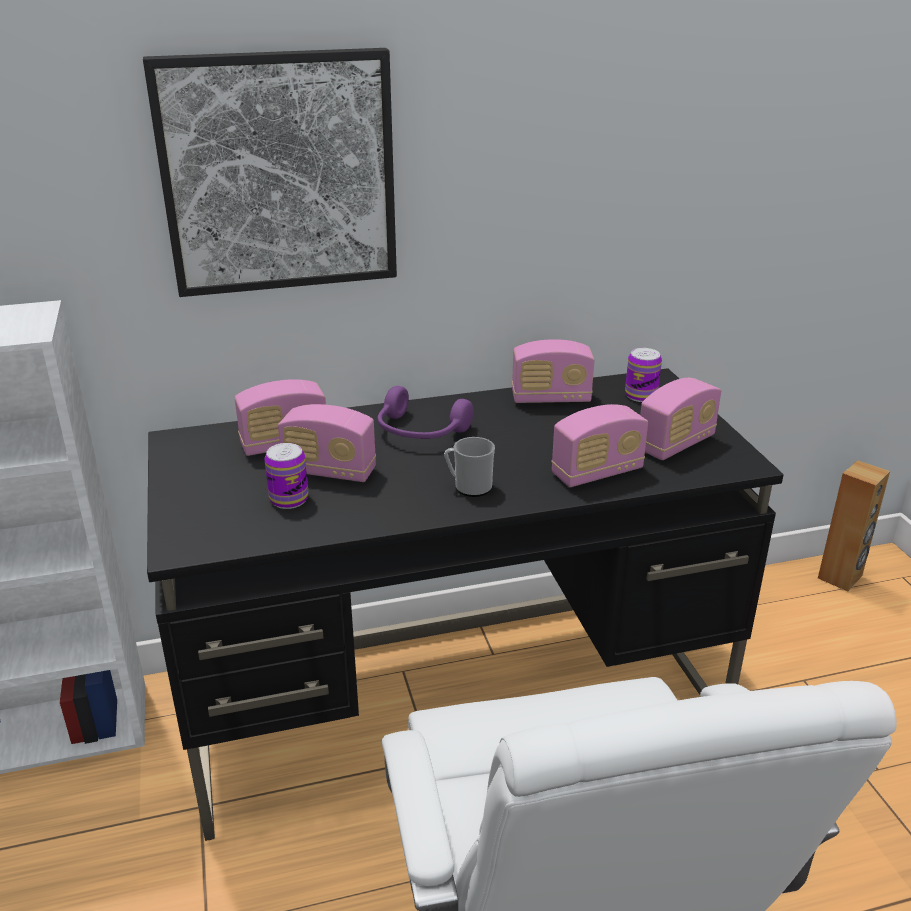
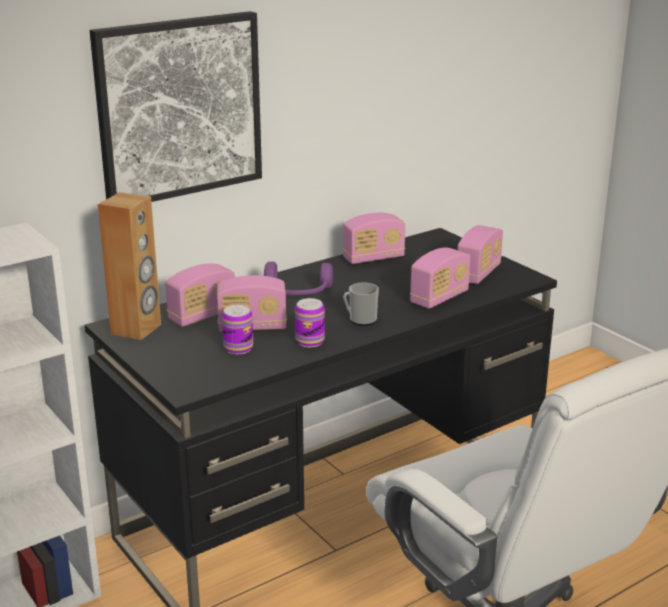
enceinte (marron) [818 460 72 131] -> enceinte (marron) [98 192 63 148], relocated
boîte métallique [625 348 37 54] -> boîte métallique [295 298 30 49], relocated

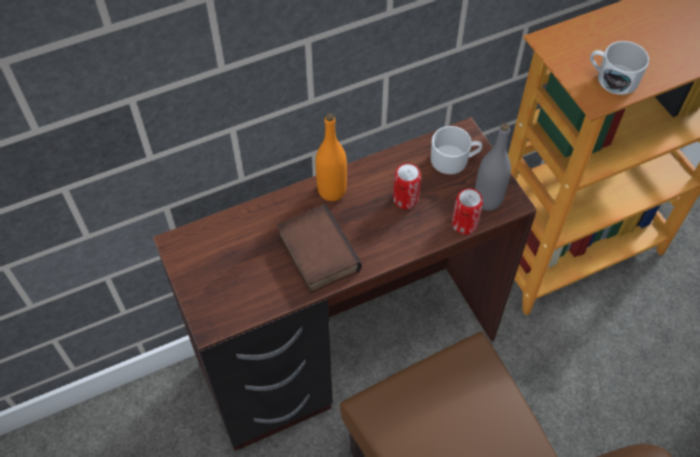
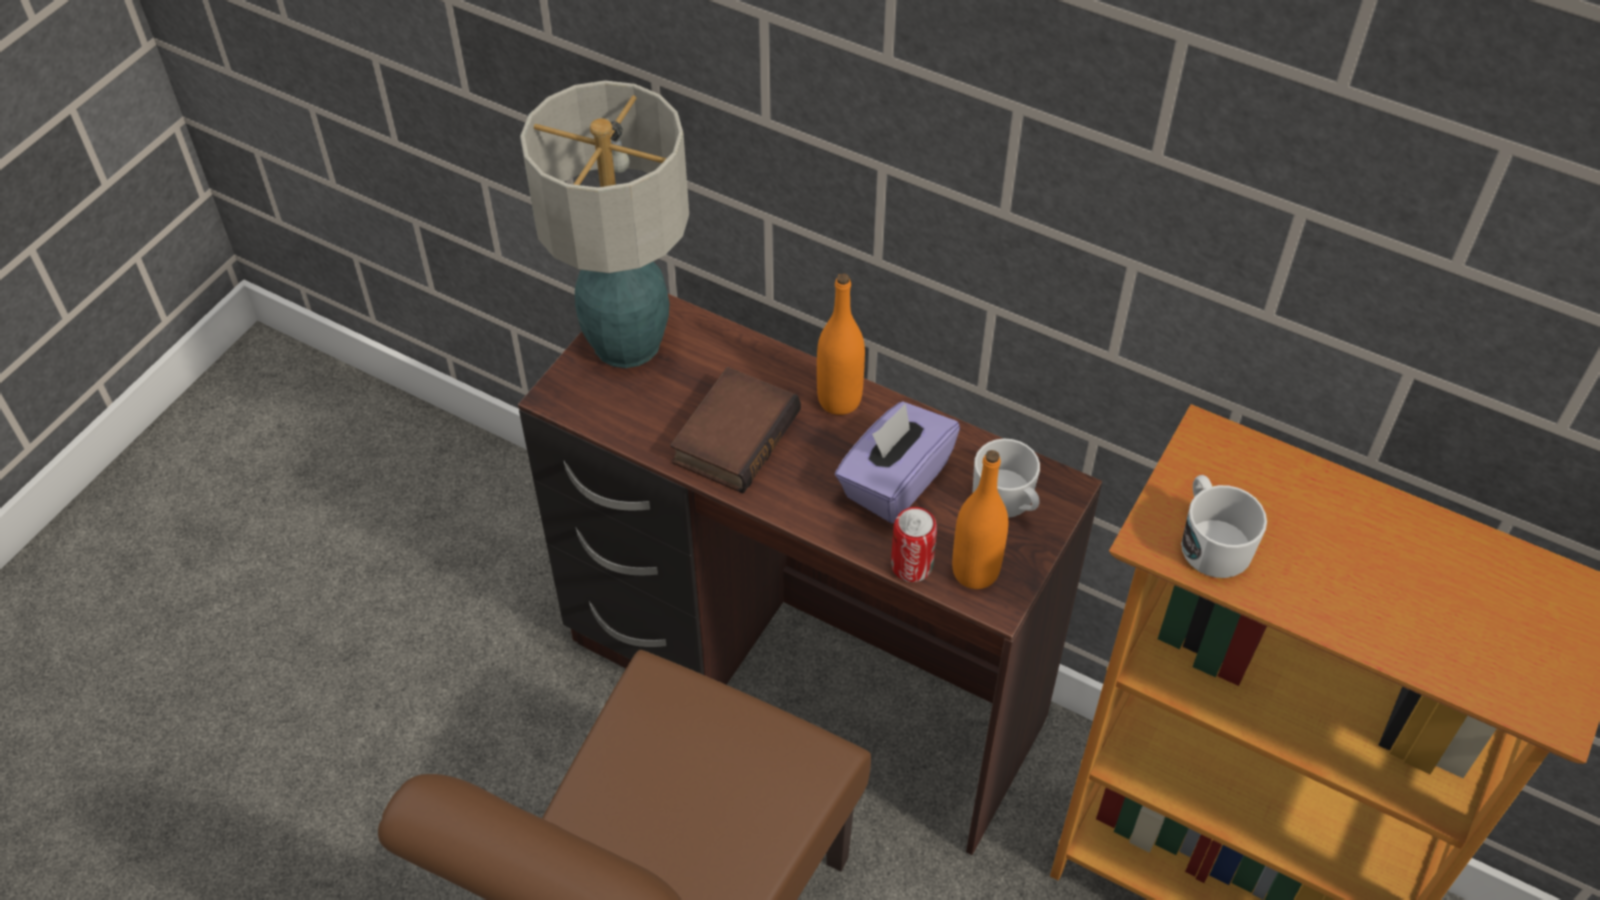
none -> lampe de table [520 80 169 288]
boîte métallique [393 163 28 46] -> boîte à mouchoirs (violet) [835 402 125 121]
bouteille (gris) [475 123 36 88] -> bouteille (orange) [952 450 56 139]

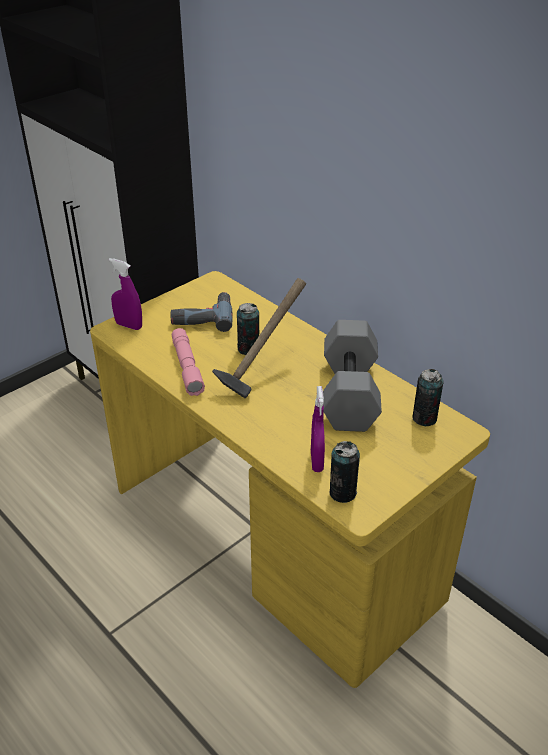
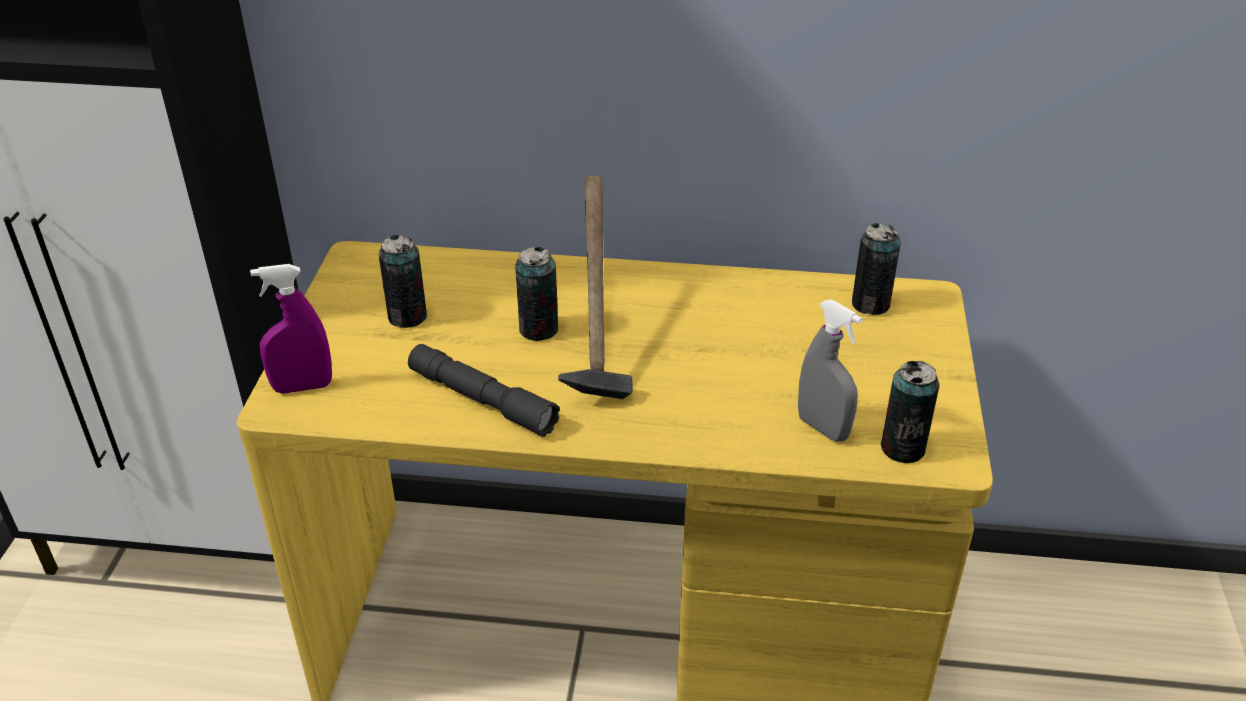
perceuse [171 292 61 40] -> boîte métallique [379 235 48 93]
lampe de poche (rose) [172 328 33 68] -> lampe de poche (gris) [408 344 152 93]
vaporisateur (violet) [311 386 14 86] -> vaporisateur (gris) [798 300 65 142]
haltère (gris) [323 320 59 112] -> none

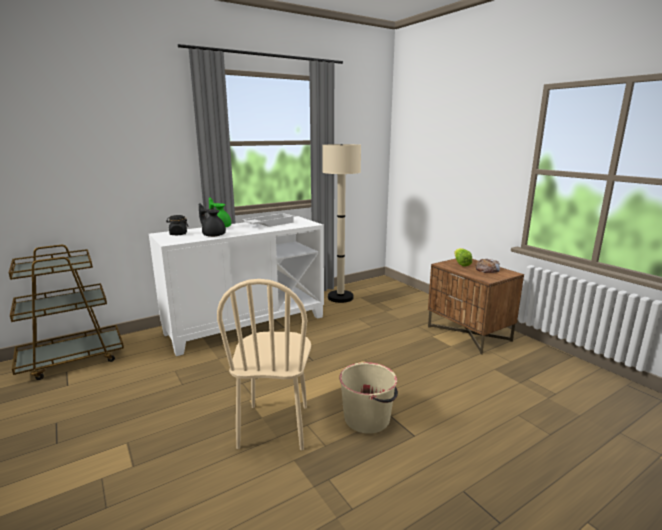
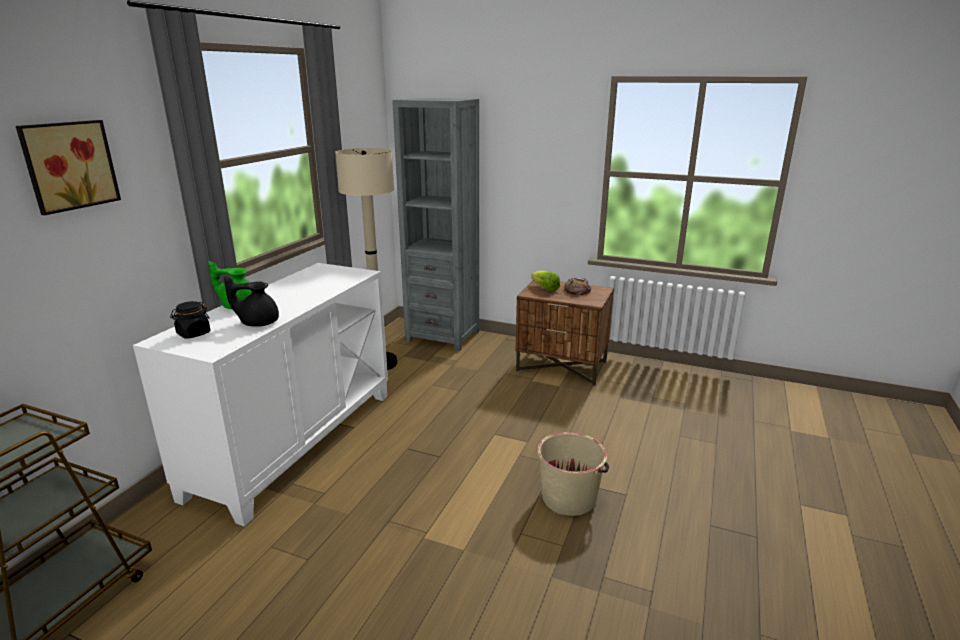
none -> tableau [16 120 105 95]
none -> bibliothèque (gris) [392 98 87 253]
chaise (beige) [217 279 94 171] -> none
plateau (blanc) [242 213 53 14] -> none

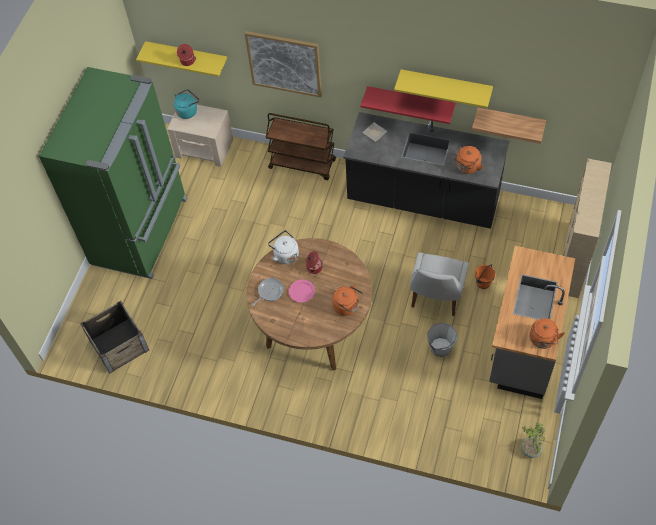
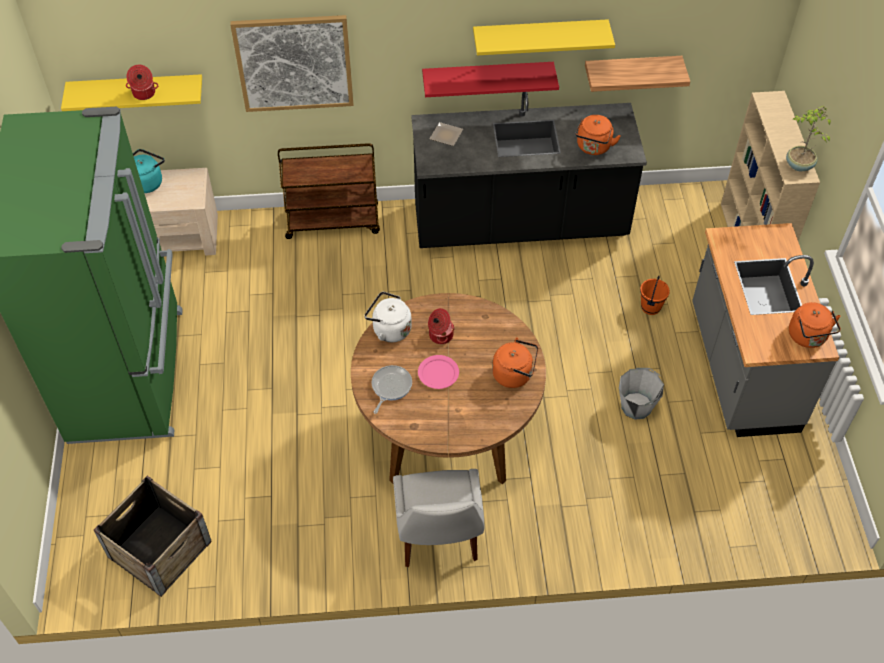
chaise (blanc) [410 252 59 64] -> chaise (blanc) [393 469 91 98], relocated
plante en pot [521 422 24 36] -> plante en pot [786 106 45 65], relocated

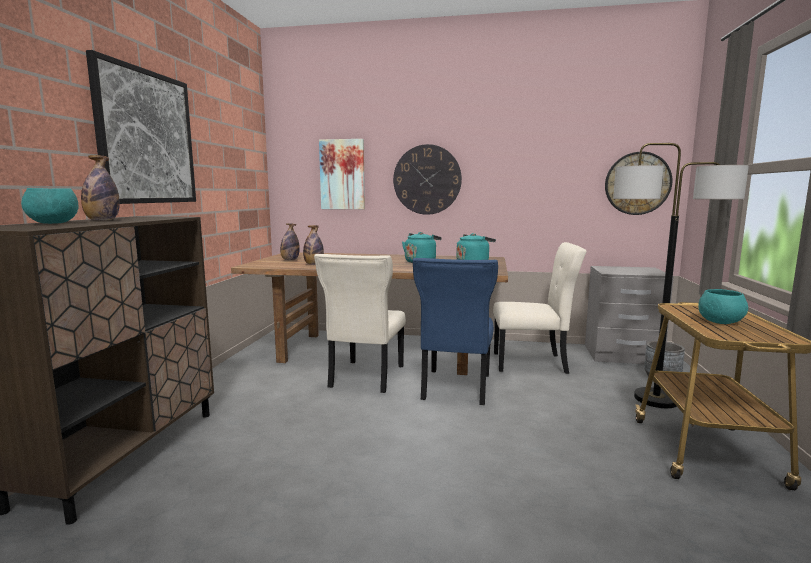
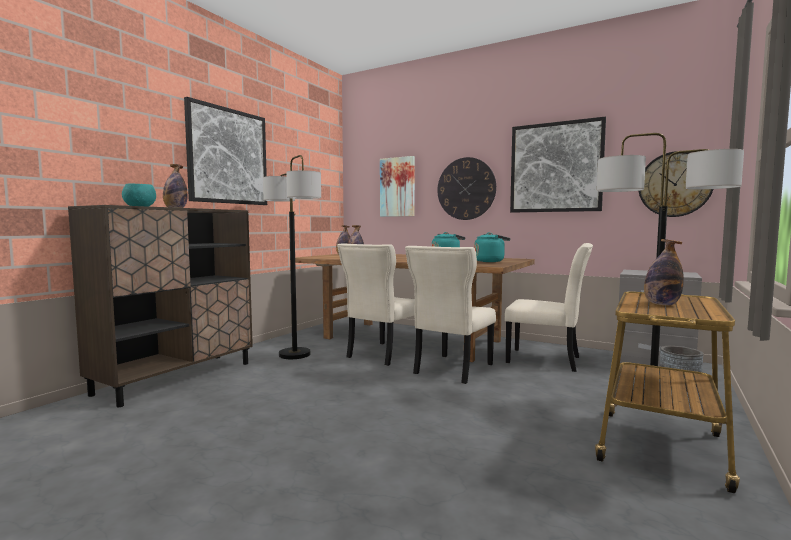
none -> lampadaire [263 155 58 204]
chaise (bleu) [413 258 85 147] -> chaise (beige) [405 246 91 138]
none -> tableau [510 117 96 96]
bol (turquoise) [698 289 50 35] -> bouteille [644 239 40 67]

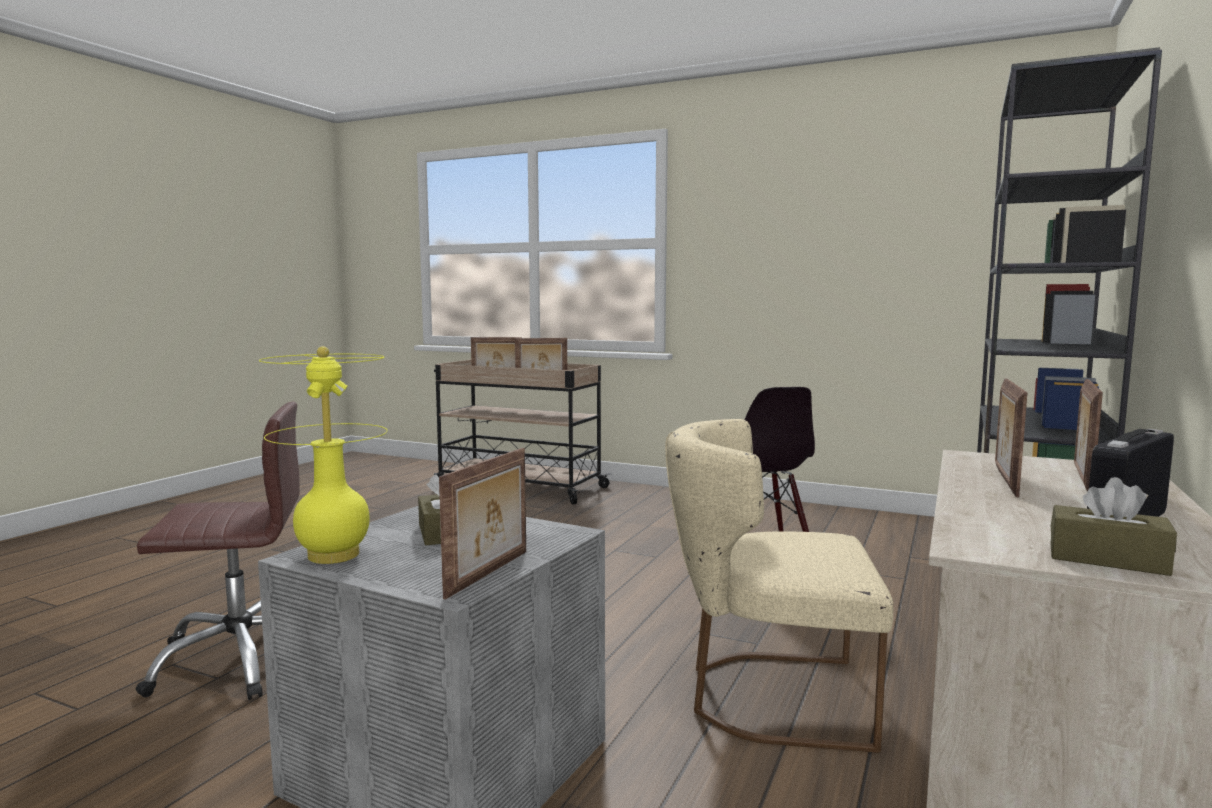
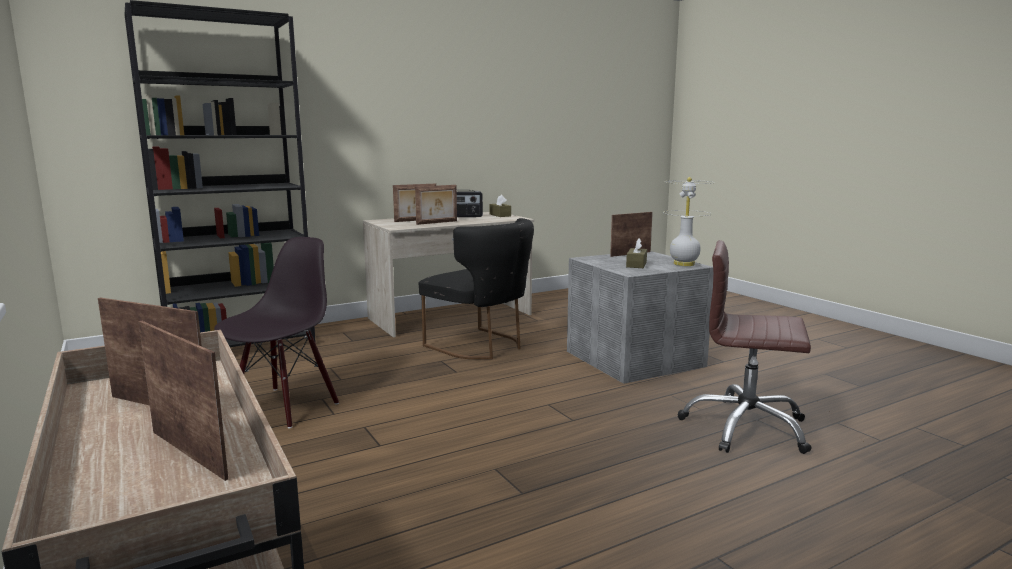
chaise (beige) [665 419 228 334] -> chaise (noir) [418 218 116 141]
lampe de table (jaune) [259 346 128 218] -> lampe de table (blanc) [664 177 48 89]

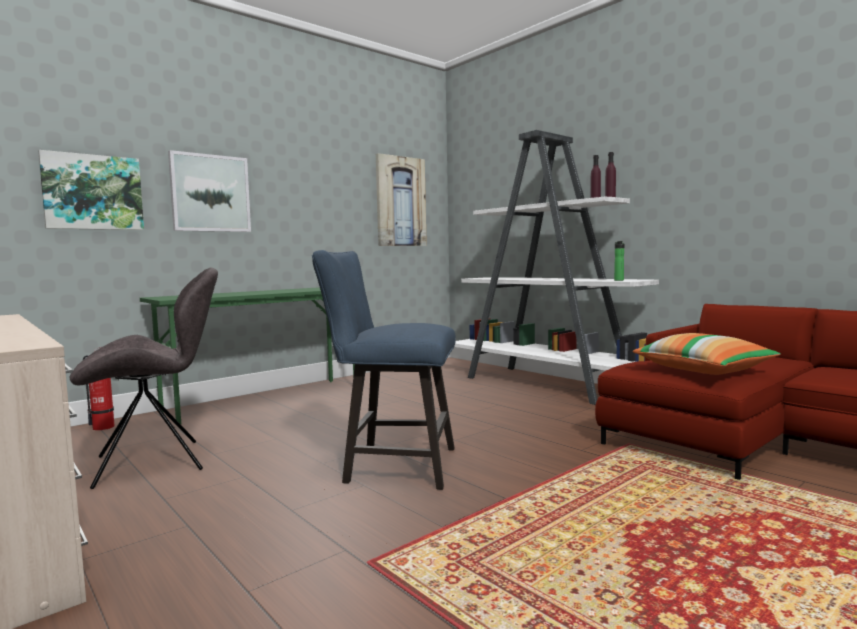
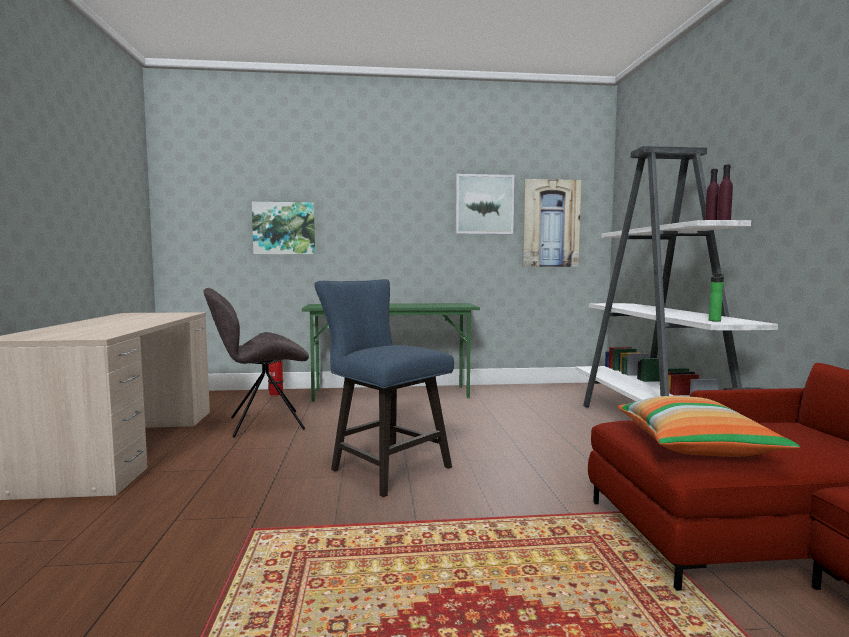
chaise (gris) [69 268 149 221] -> chaise (gris) [204 288 105 149], 150 degrees clockwise
tableau [168 150 83 82] -> tableau [455 174 59 60], relocated

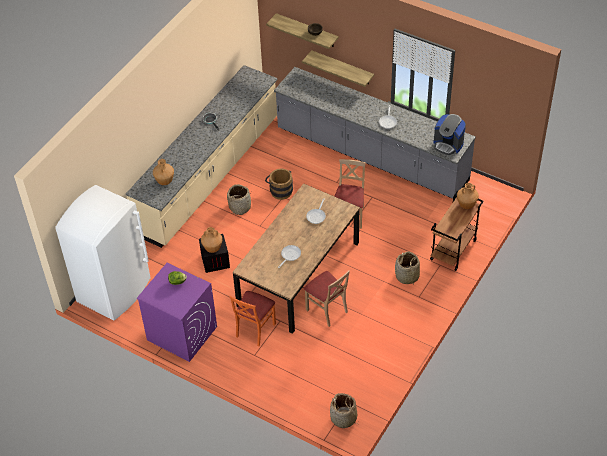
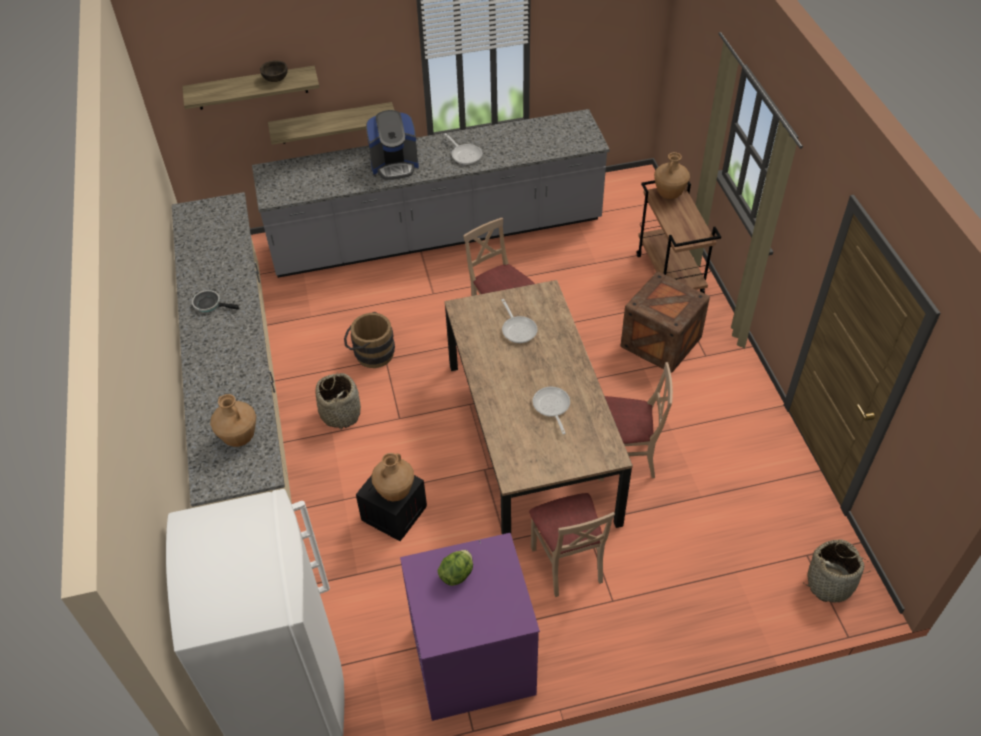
machine à café [433 114 33 41] -> machine à café [366 110 53 70], relocated
chaise (orange) [230 291 46 55] -> chaise (beige) [529 493 86 104]
panier [395 252 25 33] -> caisse [621 272 89 101]

